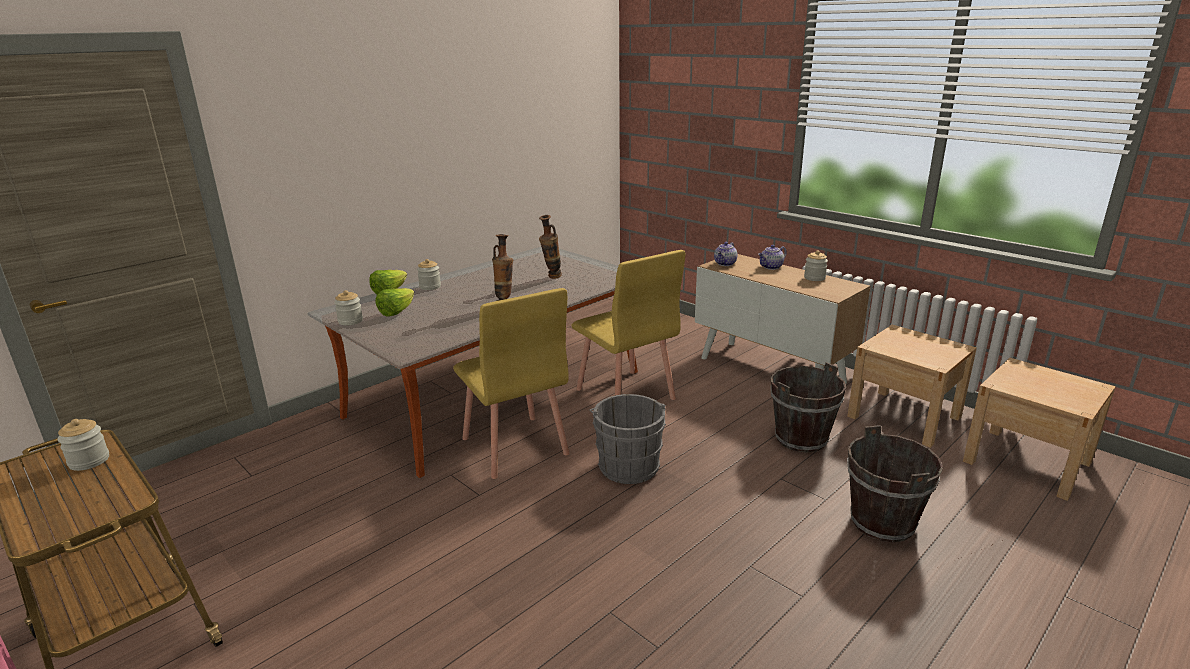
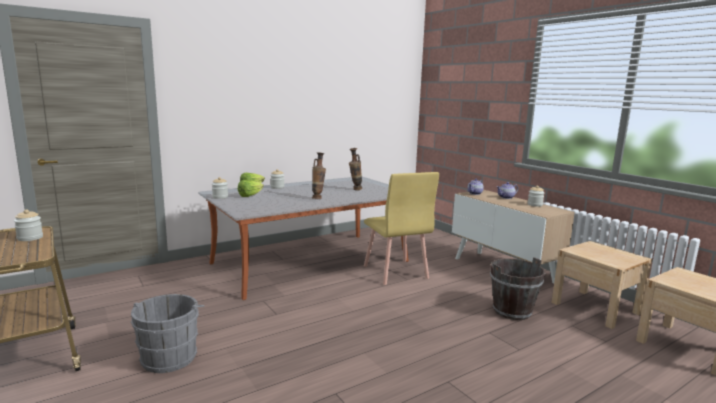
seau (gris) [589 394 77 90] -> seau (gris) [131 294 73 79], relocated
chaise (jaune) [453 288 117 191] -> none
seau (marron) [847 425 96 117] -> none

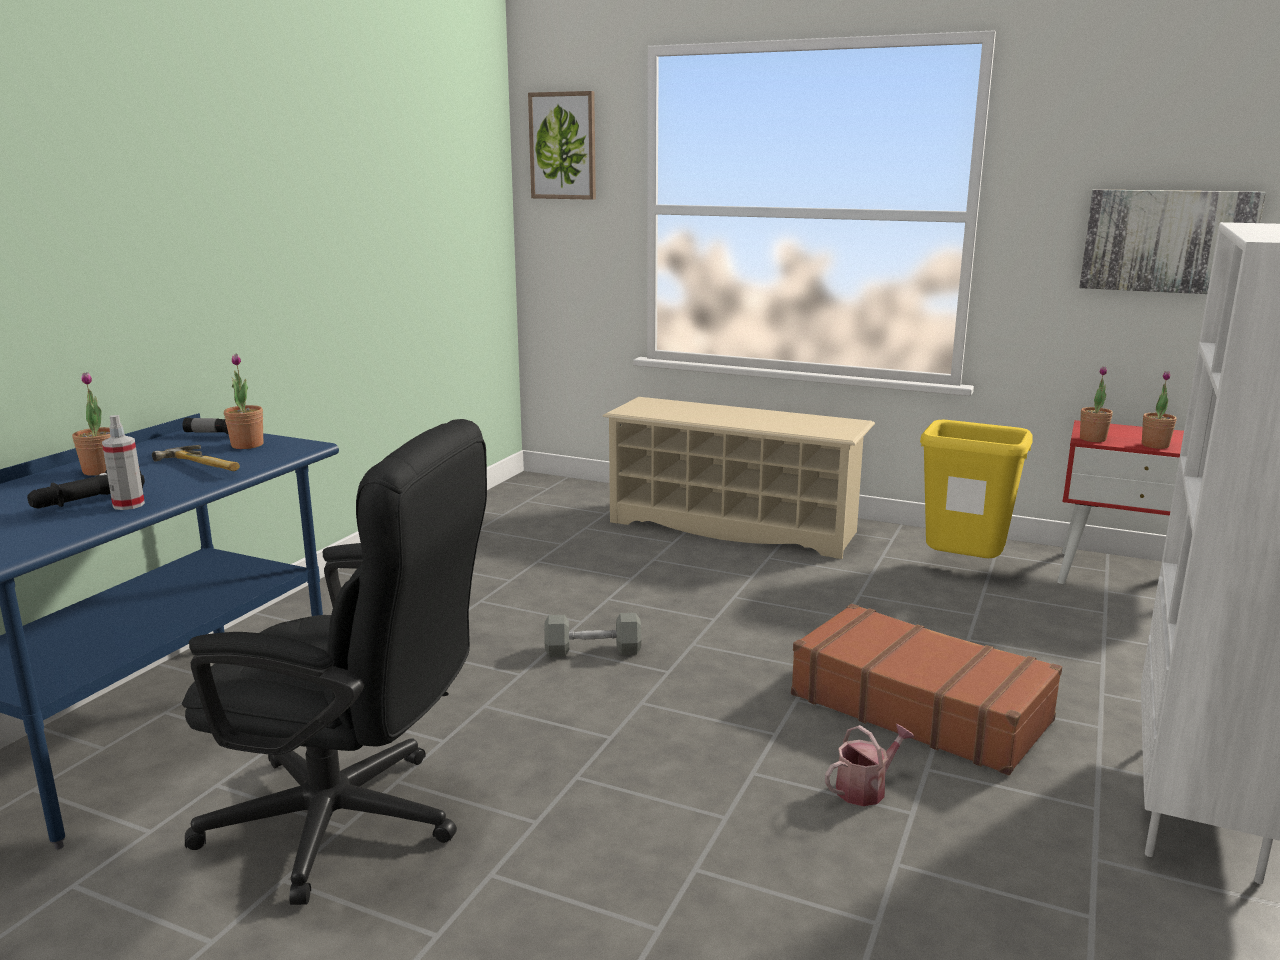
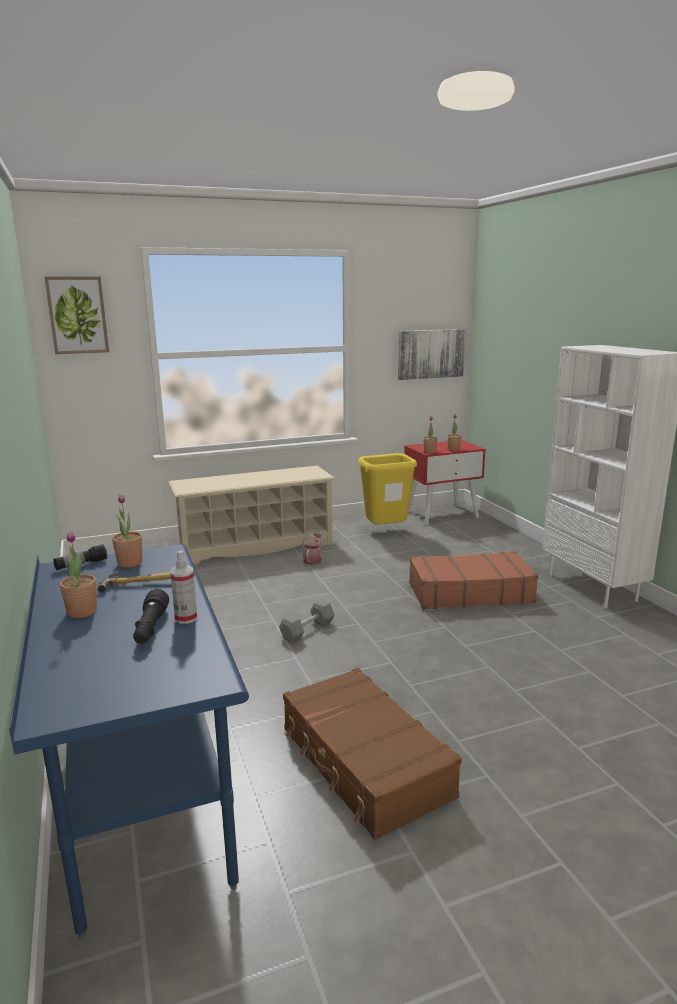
chaise de bureau (noir) [182 419 305 486] -> valise (marron) [283 668 179 172]
arrosoir [825 724 89 82] -> arrosoir [302 534 20 31], relocated

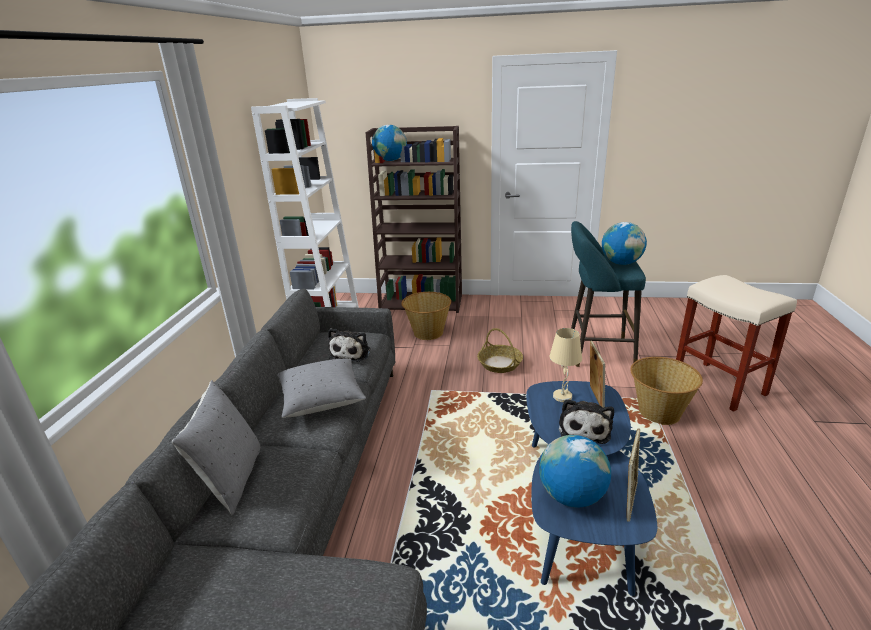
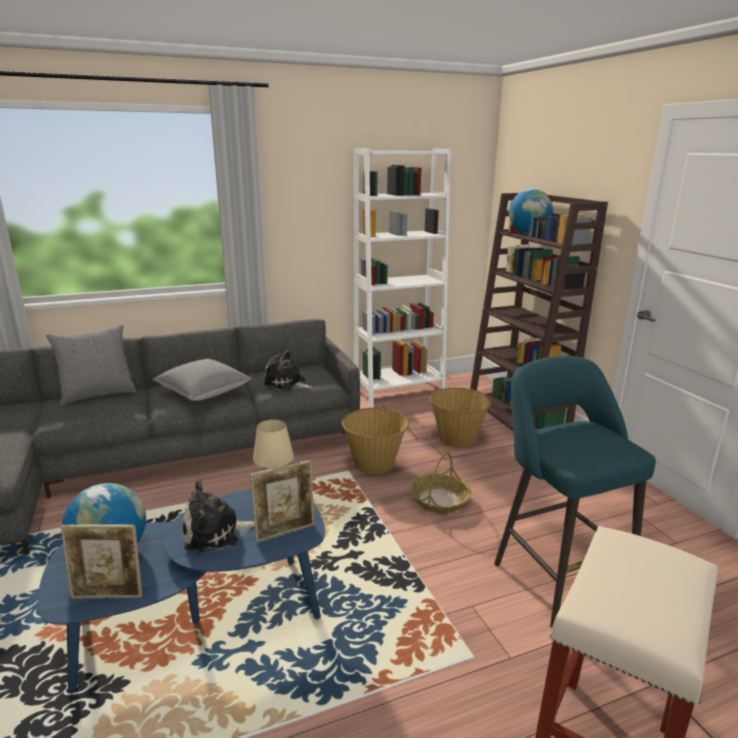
peluche [328 328 42 34] -> peluche [263 350 50 41], 45 degrees clockwise
panier [630 357 73 68] -> panier [342 408 67 66], relocated
globe [602 222 45 43] -> none

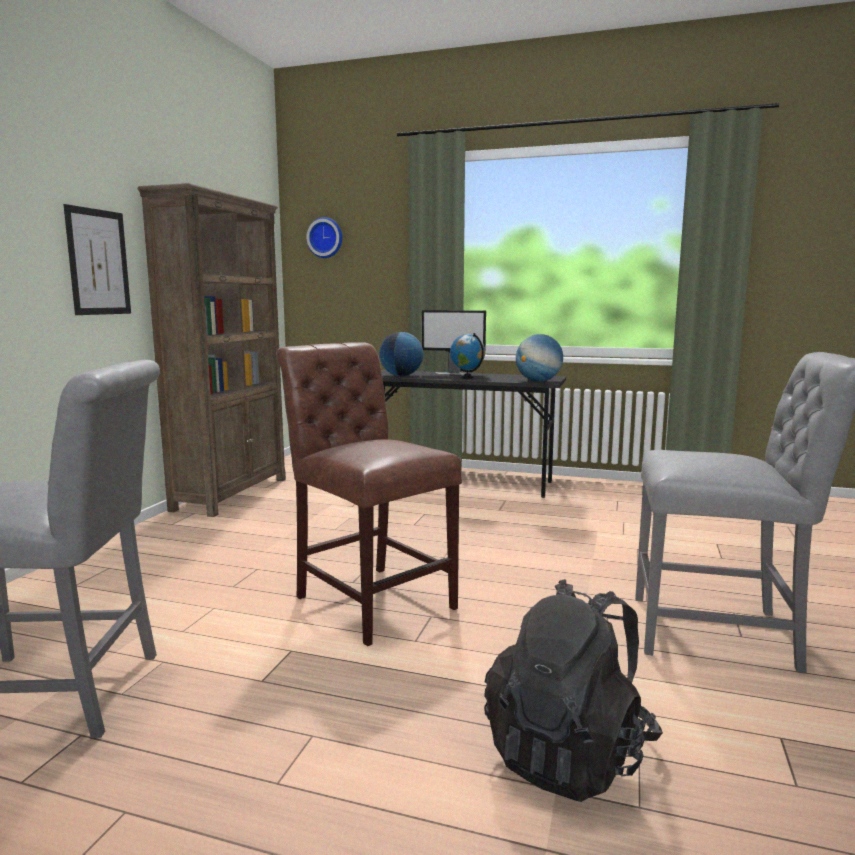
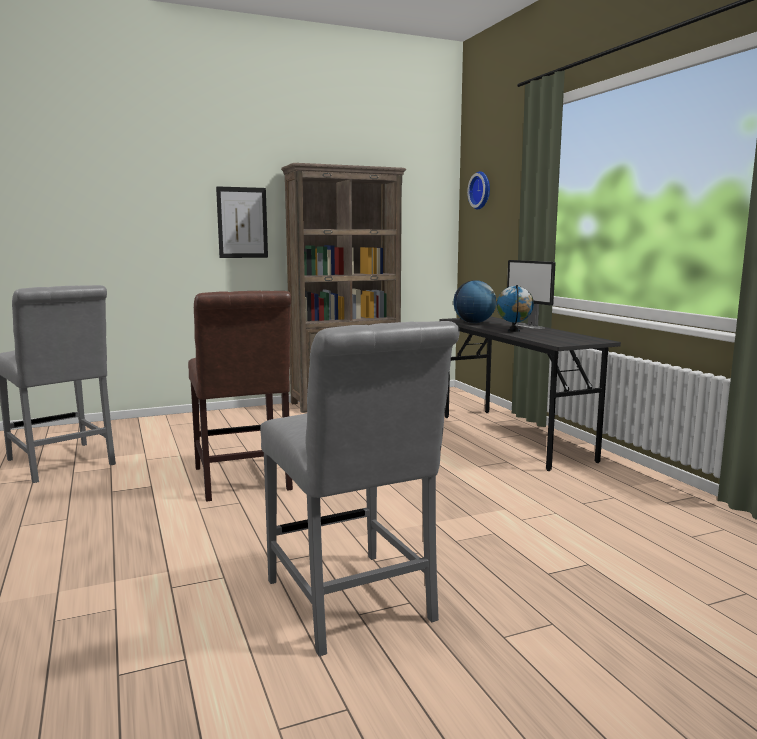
chaise (marron) [276 342 186 304] -> chaise (marron) [188 291 105 211], 150 degrees clockwise
sac à dos (noir) [484 579 179 223] -> none
globe [516 334 47 48] -> none

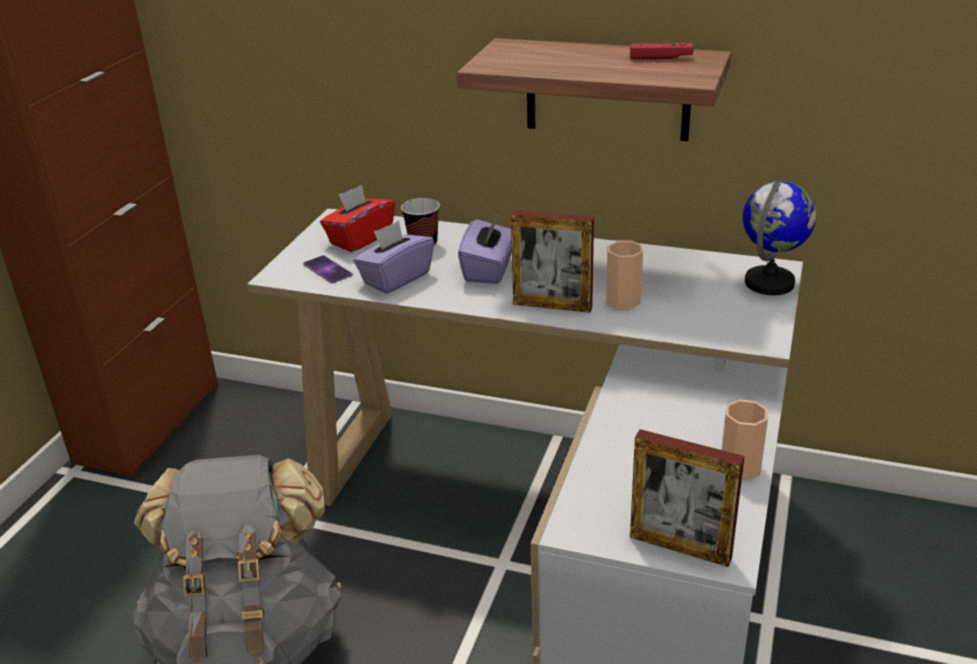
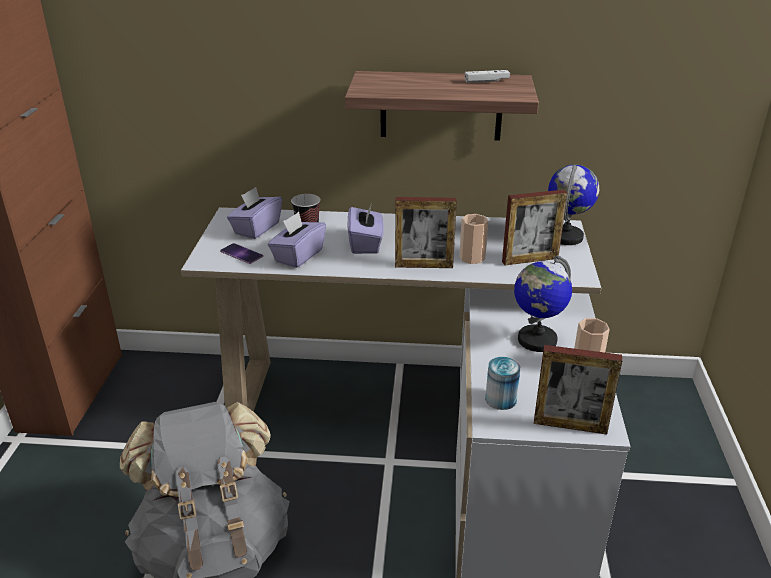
boîte à mouchoirs (rouge) [320 185 75 67] -> boîte à mouchoirs (violet) [227 187 55 52]
manette (rouge) [630 43 63 16] -> manette (blanc) [465 70 45 13]
none -> boîte métallique [485 357 36 53]
none -> cadre photo [502 190 65 75]
none -> globe [514 255 58 97]

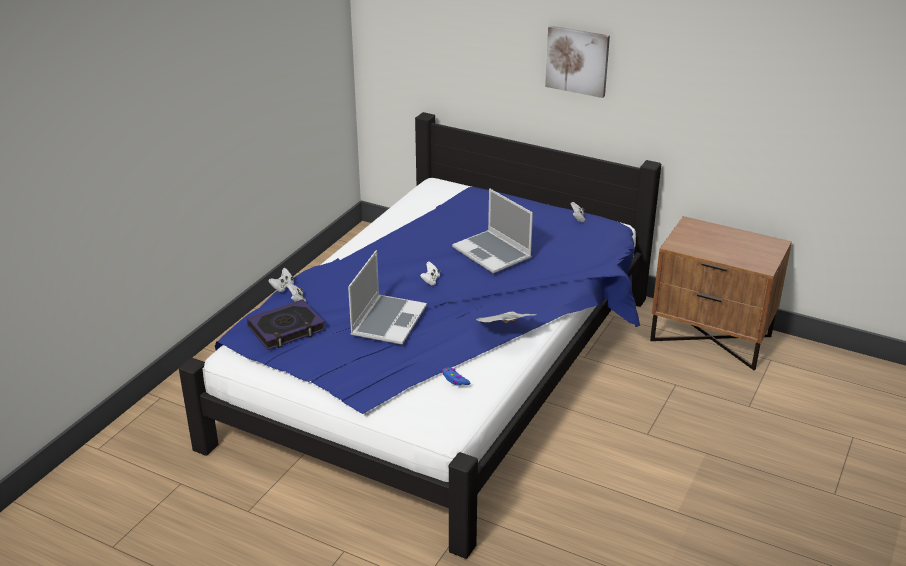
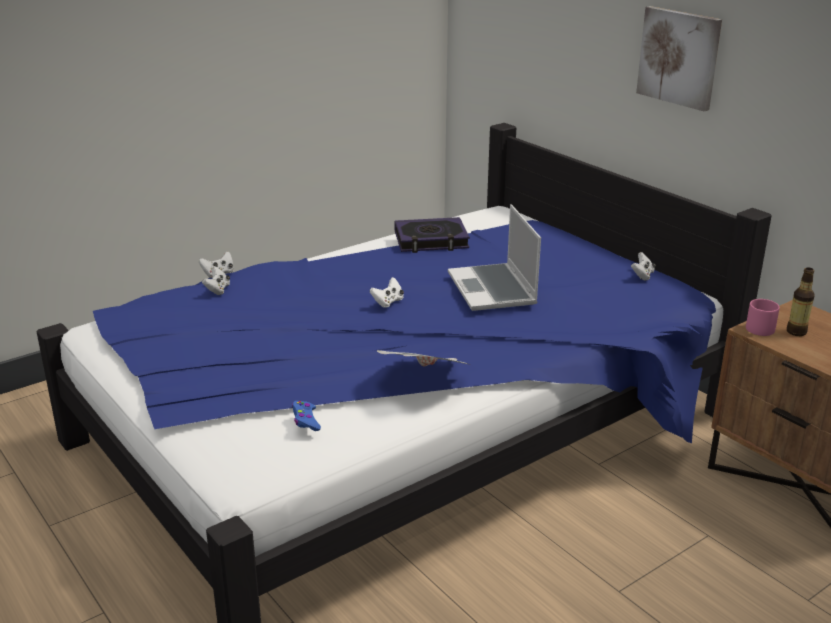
livre [247 299 78 51] -> livre [395 217 75 36], relocated
none -> mug (rose) [746 299 34 37]
none -> bouteille [787 267 28 69]
ordinateur portable [348 250 79 95] -> none

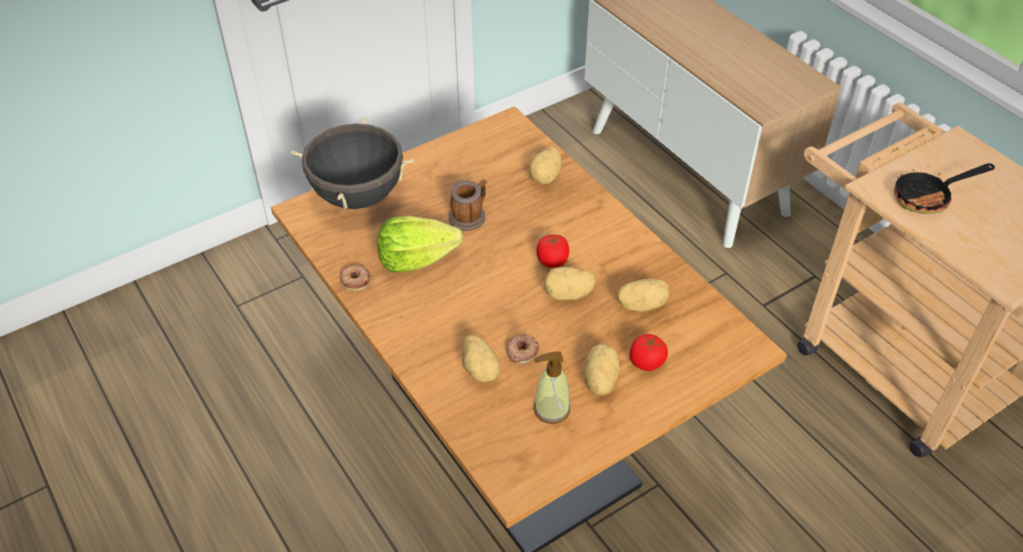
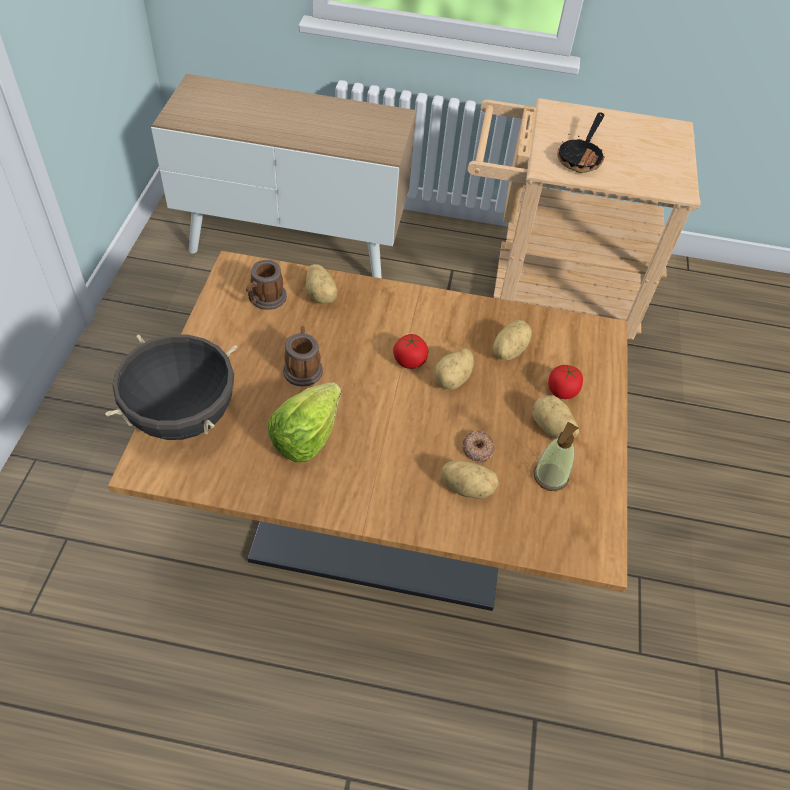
none -> mug [246 260 41 50]
beignet [340 265 31 26] -> none

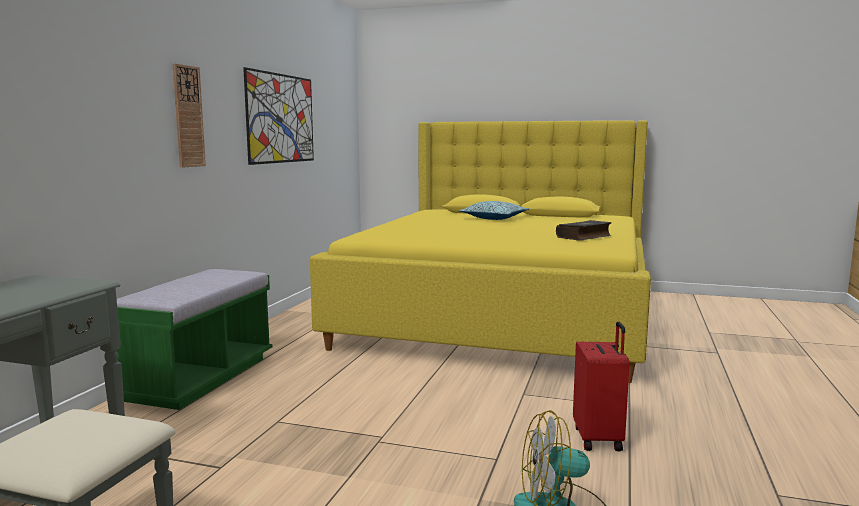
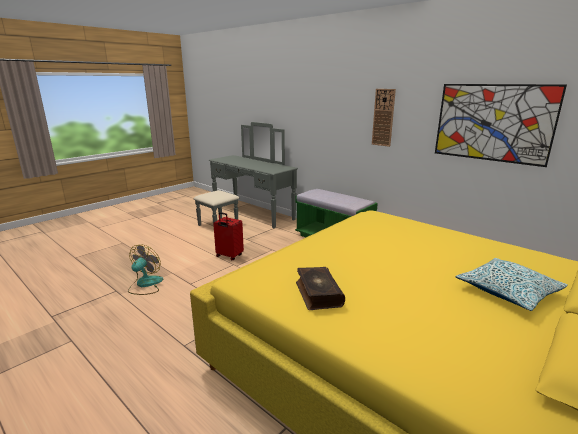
valise (rouge) [573 321 57 130] -> valise (rouge) [213 212 31 48], relocated

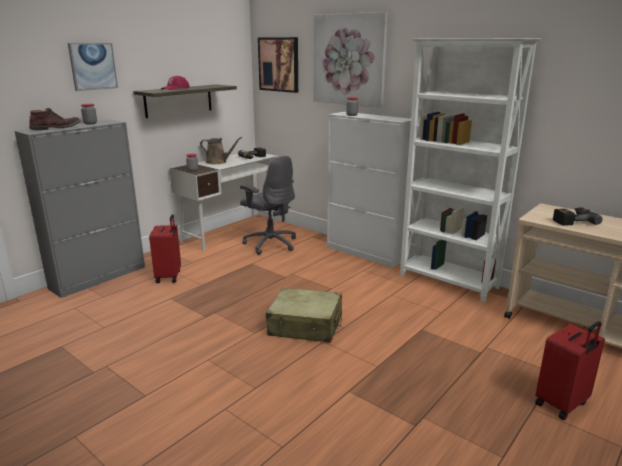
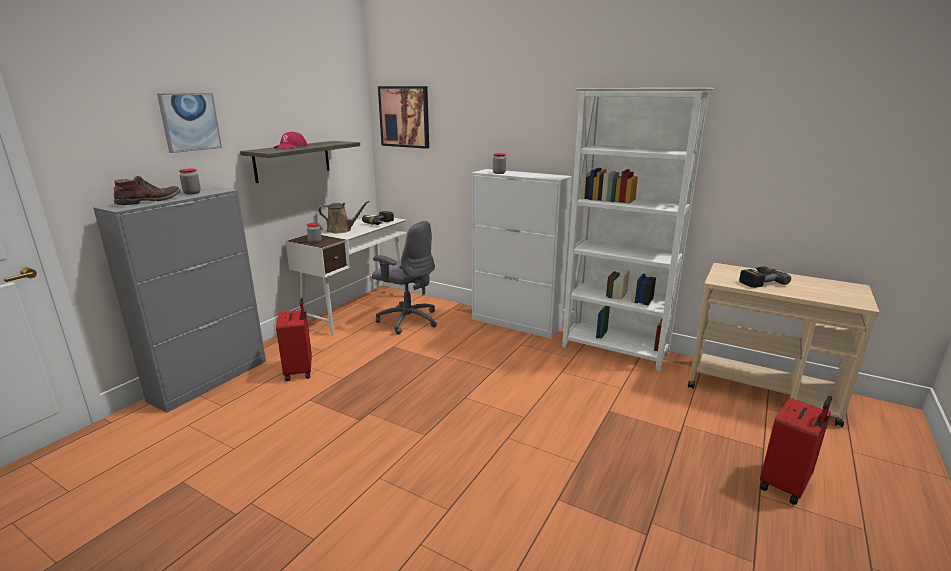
valise (beige) [266 288 76 55] -> none
tableau [314 12 74 96] -> none

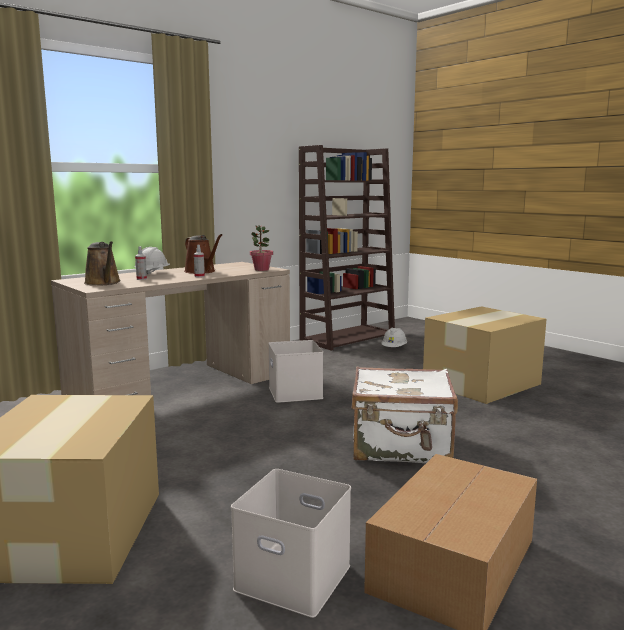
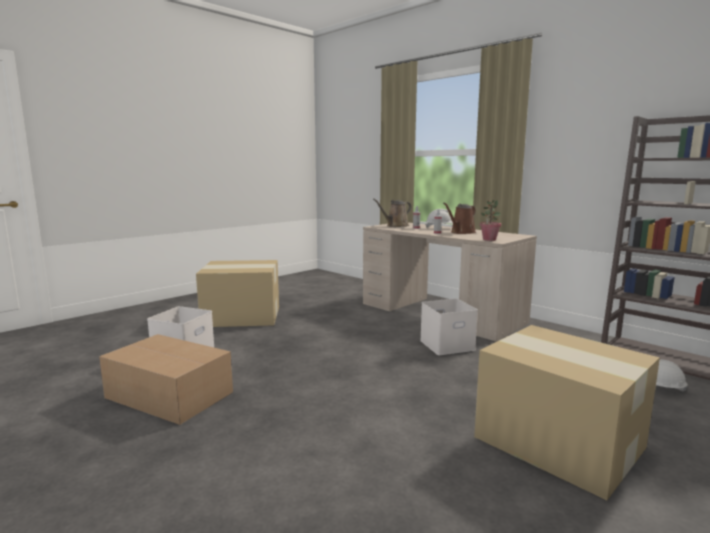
valise (blanc) [352 366 106 97] -> none

